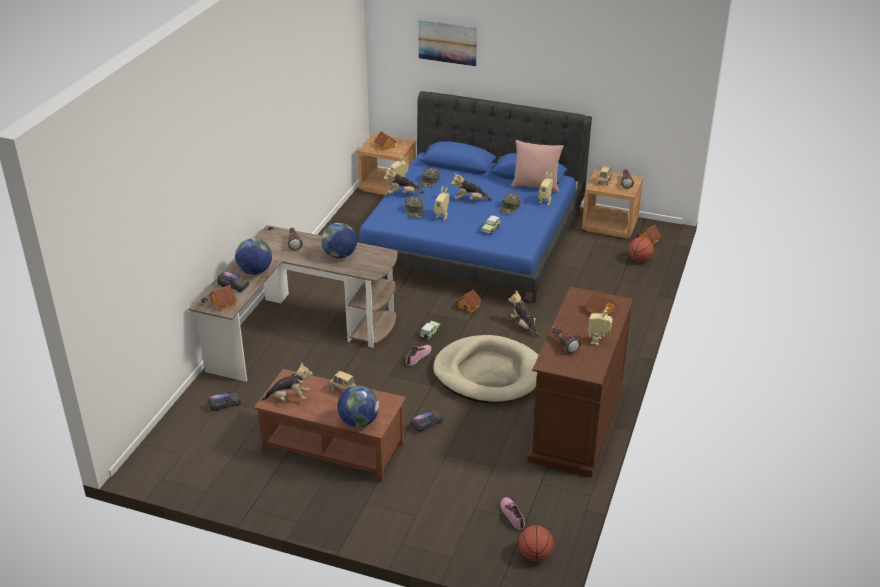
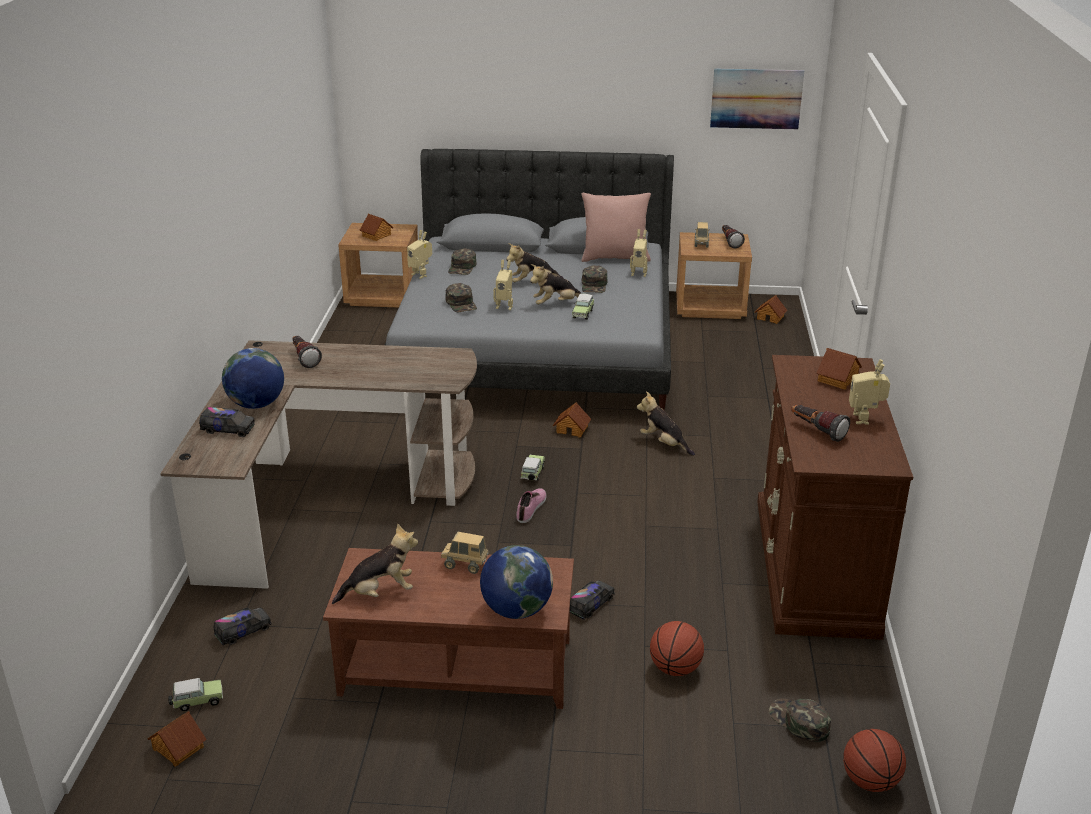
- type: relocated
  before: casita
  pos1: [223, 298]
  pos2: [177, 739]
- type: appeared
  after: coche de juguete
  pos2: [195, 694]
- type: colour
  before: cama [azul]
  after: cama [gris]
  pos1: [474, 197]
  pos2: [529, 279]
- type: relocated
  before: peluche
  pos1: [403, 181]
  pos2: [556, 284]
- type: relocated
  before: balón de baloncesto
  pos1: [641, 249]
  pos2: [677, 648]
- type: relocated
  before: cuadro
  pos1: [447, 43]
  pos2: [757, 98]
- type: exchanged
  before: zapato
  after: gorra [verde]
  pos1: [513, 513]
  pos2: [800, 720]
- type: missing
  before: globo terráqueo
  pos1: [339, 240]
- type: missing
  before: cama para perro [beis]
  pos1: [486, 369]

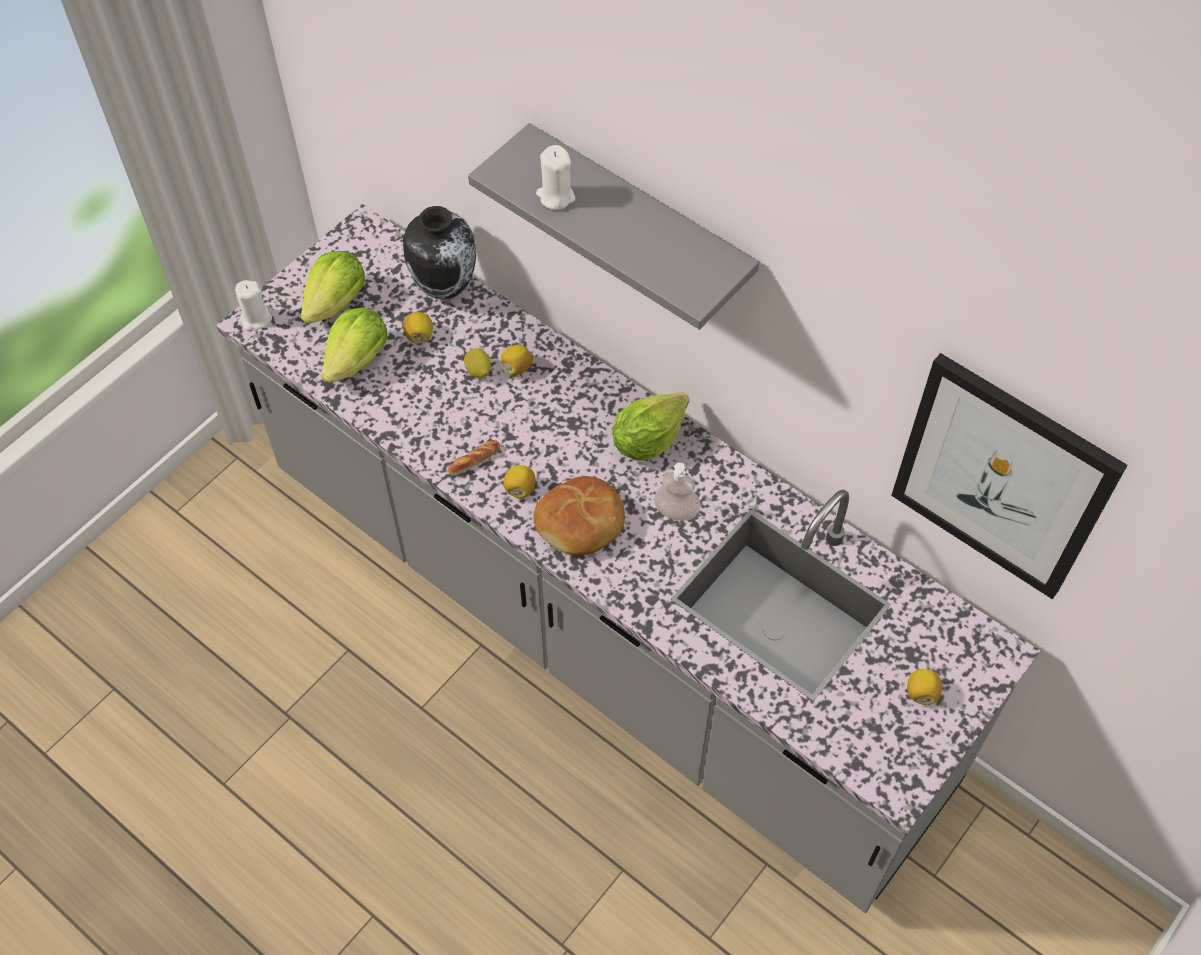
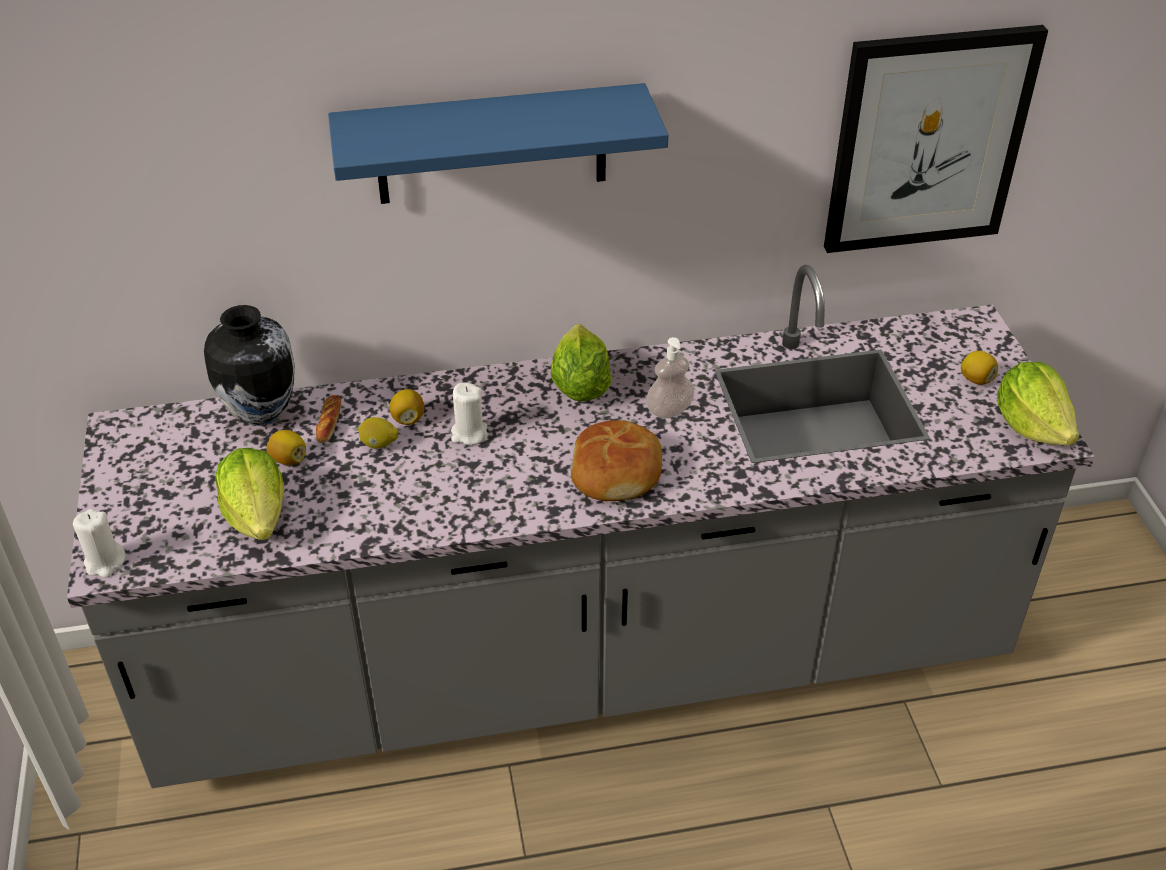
- type: relocated
  before: pan
  pos1: [474, 458]
  pos2: [328, 419]
- type: colour
  before: estante [gris]
  after: estante [azul]
  pos1: [613, 226]
  pos2: [498, 143]
- type: relocated
  before: vela [blanco]
  pos1: [555, 177]
  pos2: [469, 414]
- type: relocated
  before: lechuga
  pos1: [333, 287]
  pos2: [1038, 403]
- type: missing
  before: limón
  pos1: [520, 481]

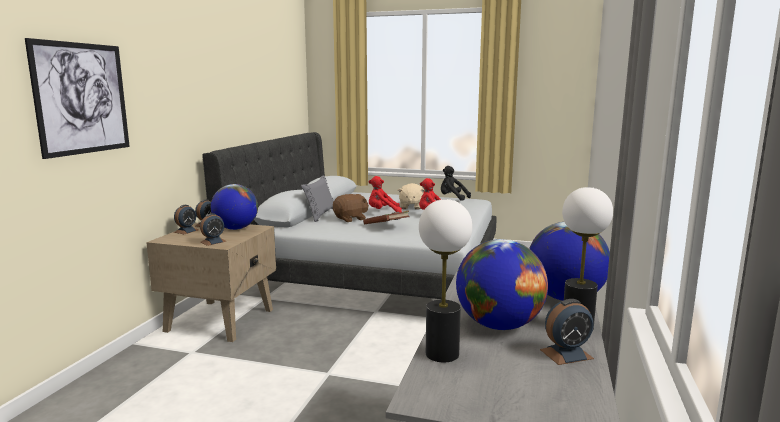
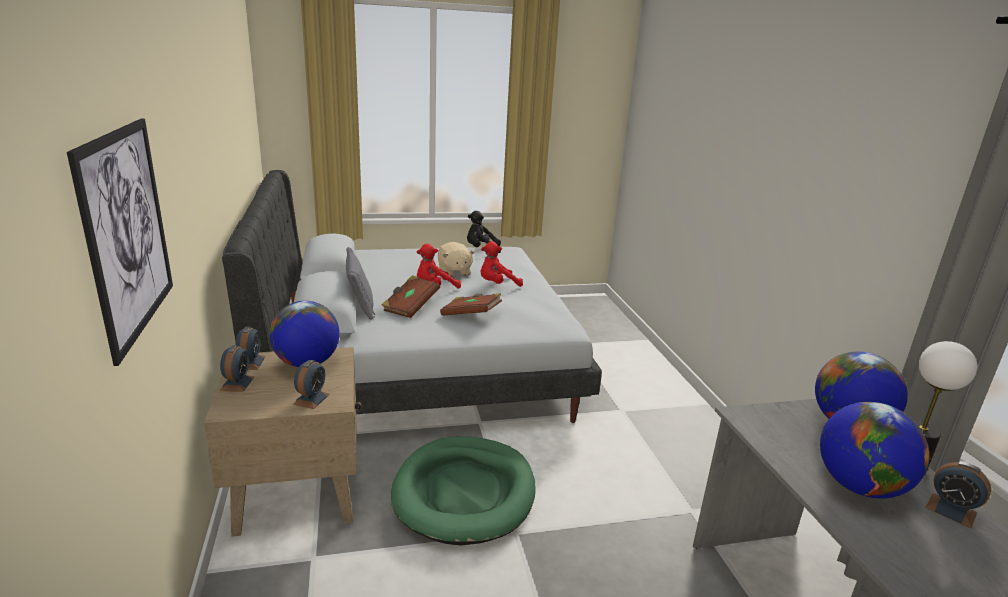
- type: exchanged
  before: peluche [marrón]
  after: libro [marrón]
  pos1: [351, 208]
  pos2: [411, 296]
- type: appeared
  after: cama para perro [verde]
  pos2: [463, 491]
- type: spun
  before: despertador
  pos1: [567, 332]
  pos2: [958, 494]
  turn: 90
- type: missing
  before: lámpara de mesa
  pos1: [445, 280]

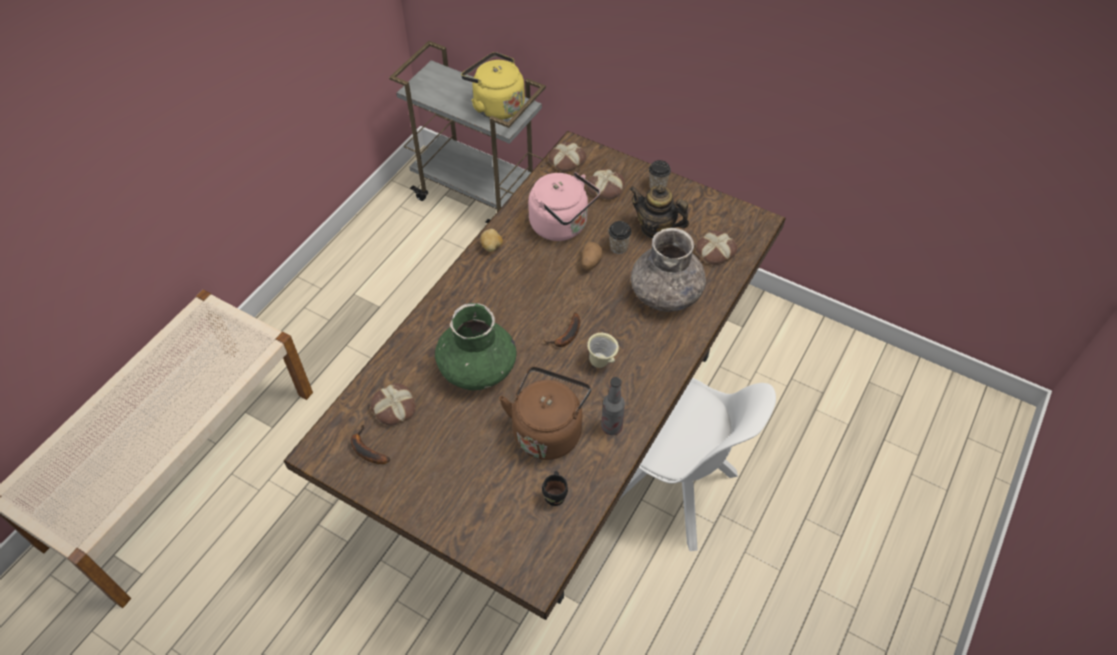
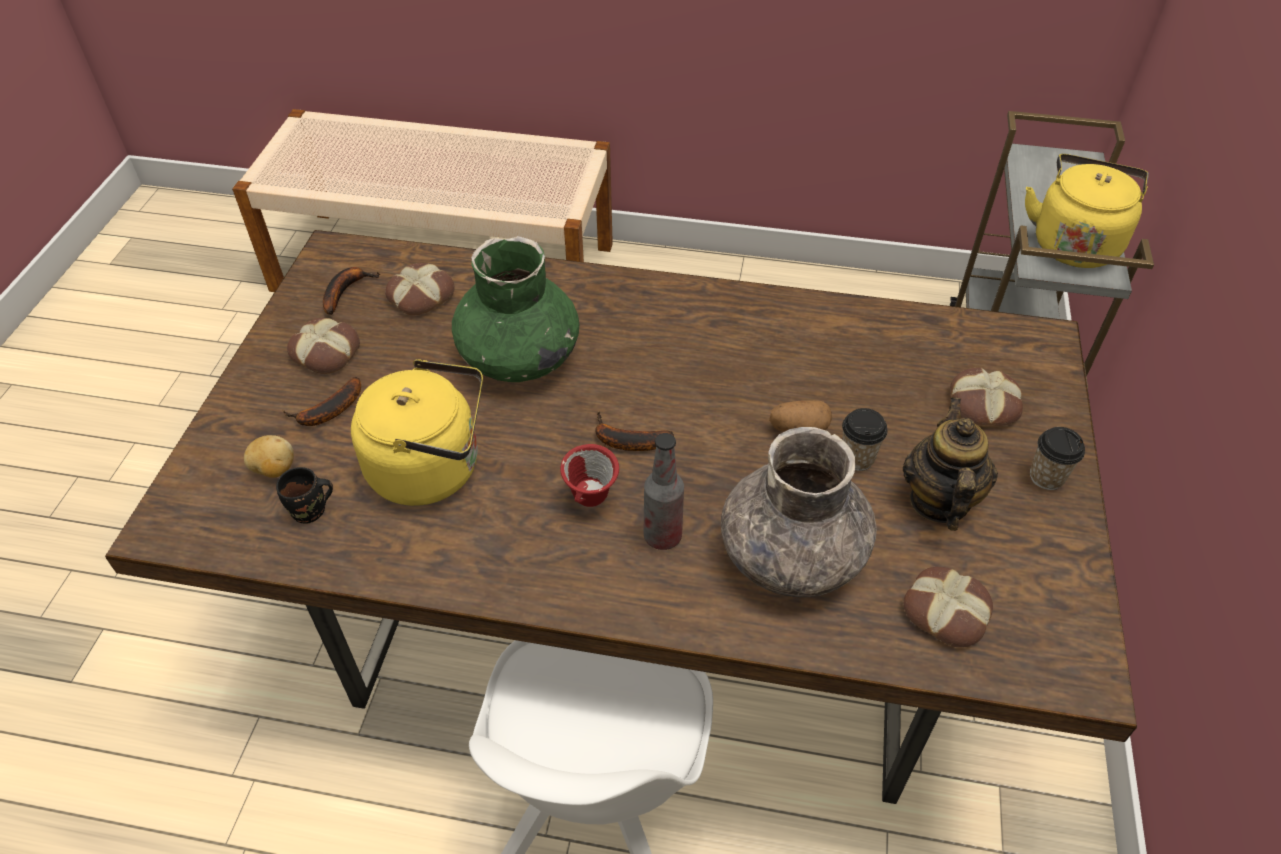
- type: relocated
  before: patata
  pos1: [491, 240]
  pos2: [269, 456]
- type: appeared
  after: plátano
  pos2: [322, 401]
- type: relocated
  before: pan
  pos1: [567, 157]
  pos2: [323, 346]
- type: colour
  before: hervidor [marrón]
  after: hervidor [amarillo]
  pos1: [545, 413]
  pos2: [417, 432]
- type: colour
  before: taza grande [beis]
  after: taza grande [rojo]
  pos1: [603, 350]
  pos2: [589, 475]
- type: relocated
  before: botella
  pos1: [613, 406]
  pos2: [664, 491]
- type: missing
  before: hervidor [rosa]
  pos1: [564, 206]

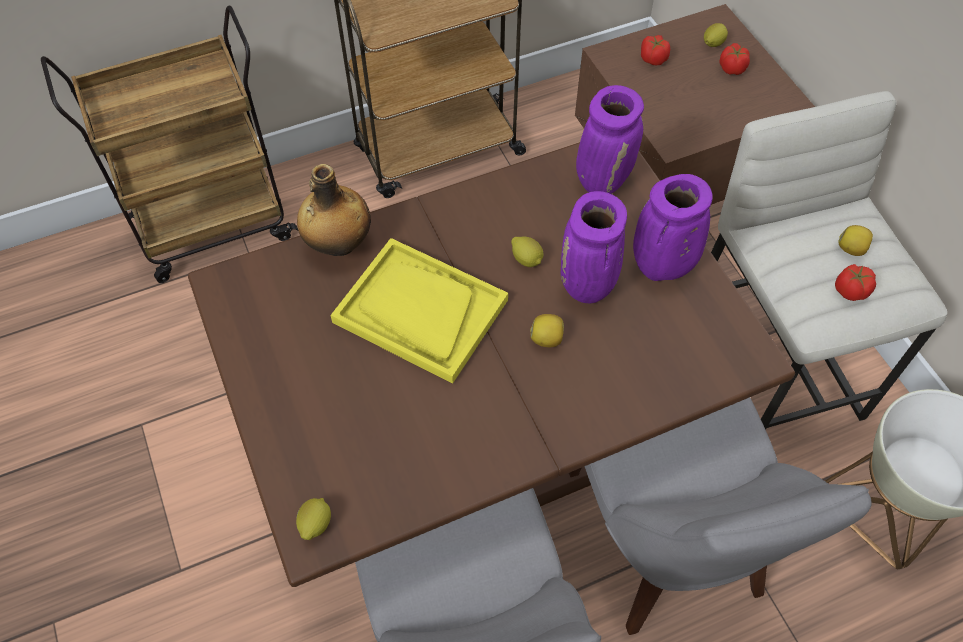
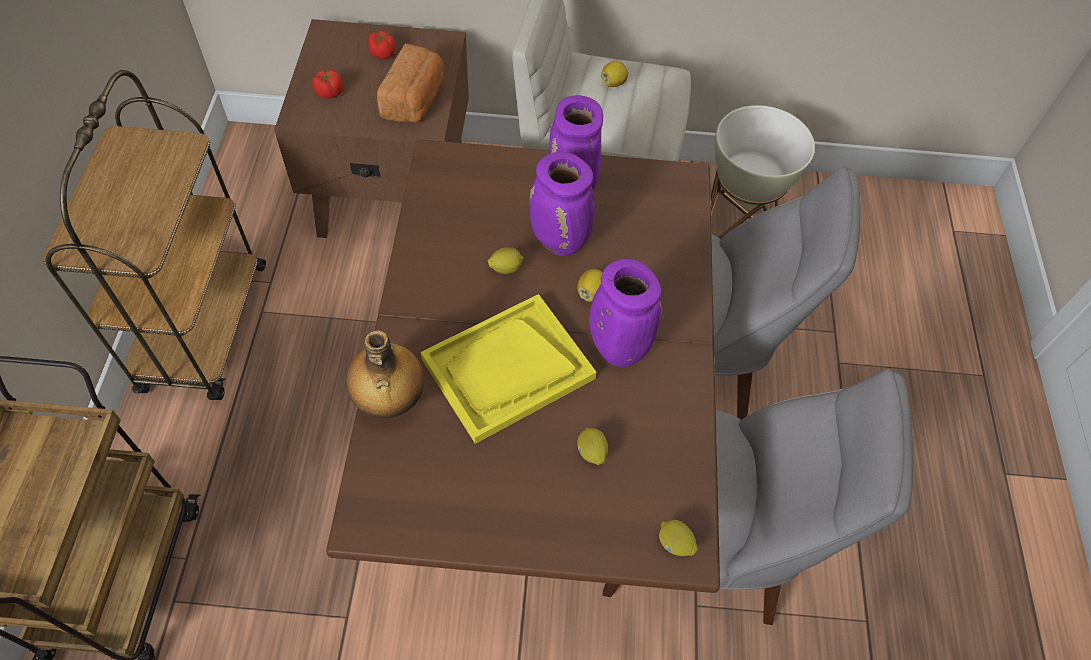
- type: appeared
  after: pan
  pos2: [410, 83]
- type: relocated
  before: limón
  pos1: [716, 35]
  pos2: [592, 446]
- type: relocated
  before: florero [morado]
  pos1: [610, 139]
  pos2: [625, 312]
- type: missing
  before: tomate
  pos1: [855, 282]

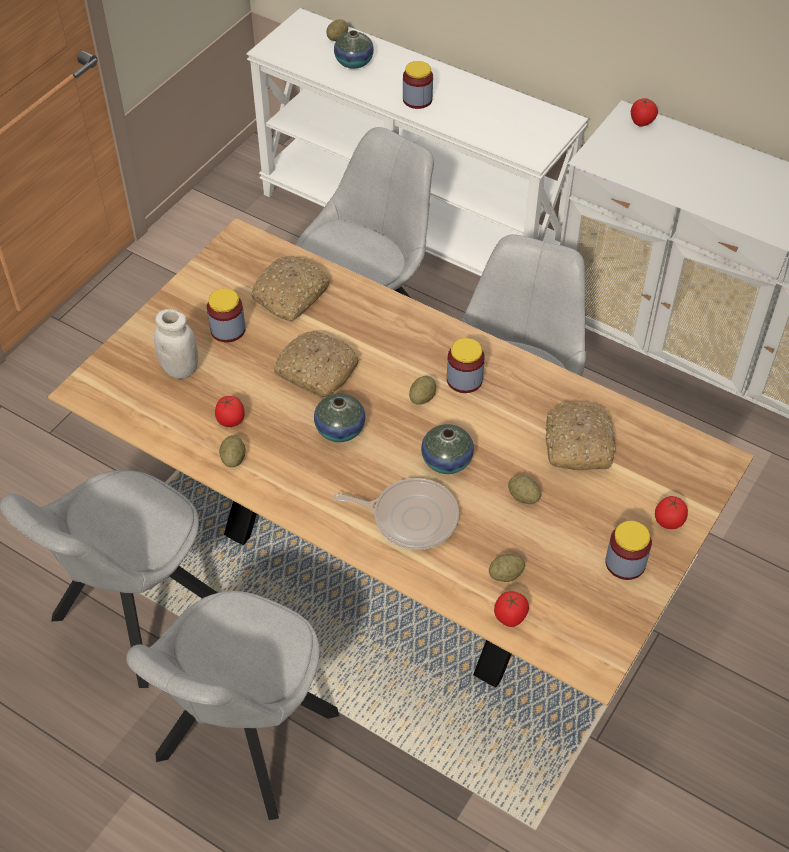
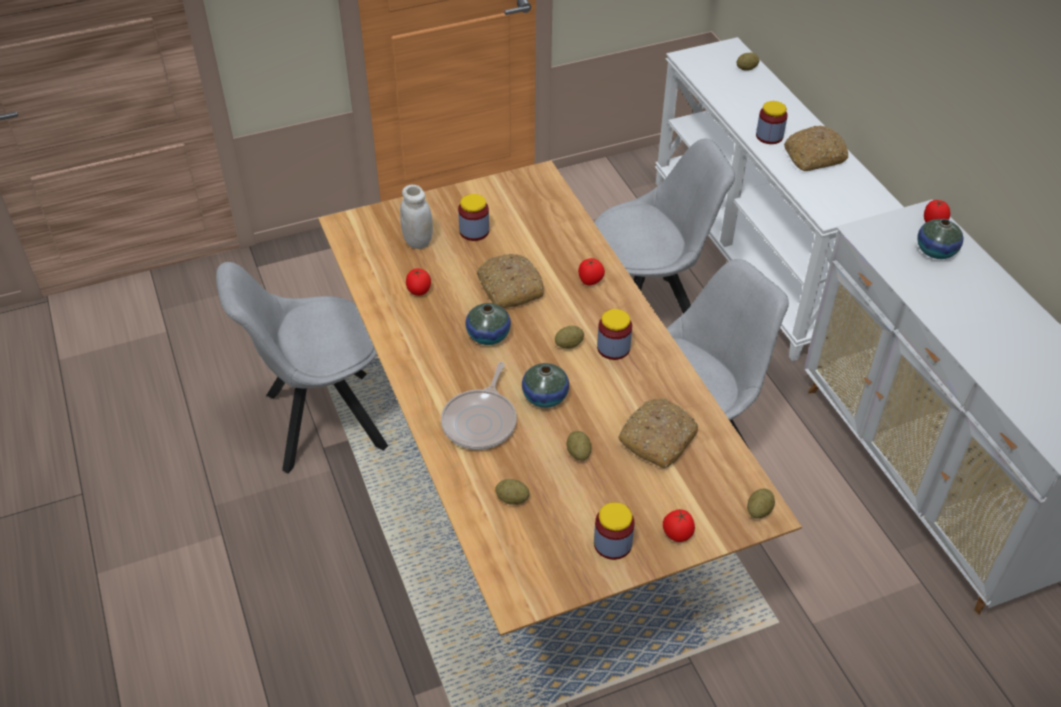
- type: spun
  before: sartén
  pos1: [396, 514]
  pos2: [479, 406]
  turn: 60
- type: relocated
  before: tomate
  pos1: [511, 609]
  pos2: [591, 272]
- type: relocated
  before: patata
  pos1: [232, 451]
  pos2: [761, 503]
- type: relocated
  before: pan
  pos1: [291, 288]
  pos2: [816, 148]
- type: relocated
  before: florero
  pos1: [354, 49]
  pos2: [940, 239]
- type: missing
  before: silla [gris]
  pos1: [232, 705]

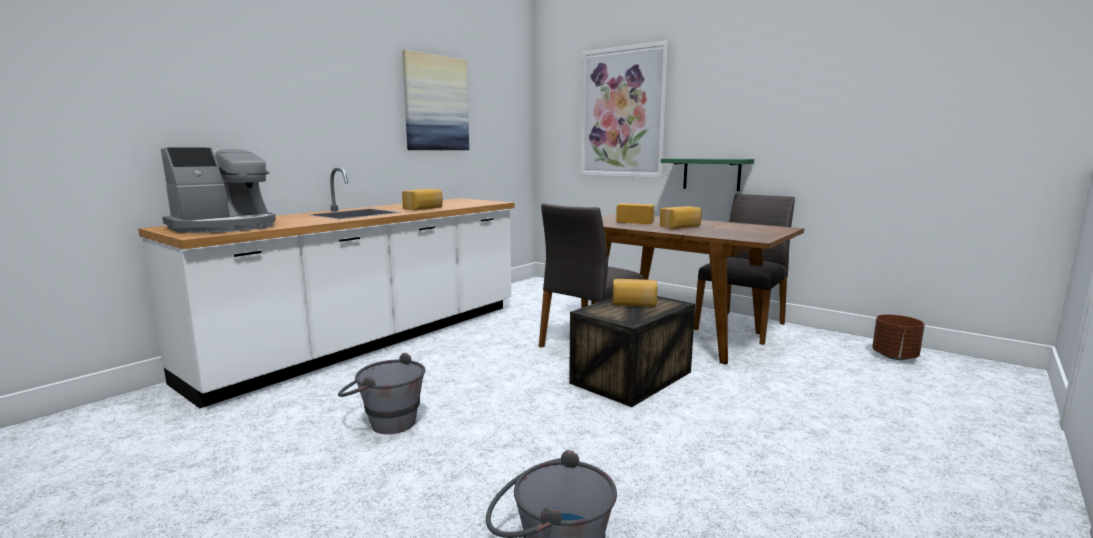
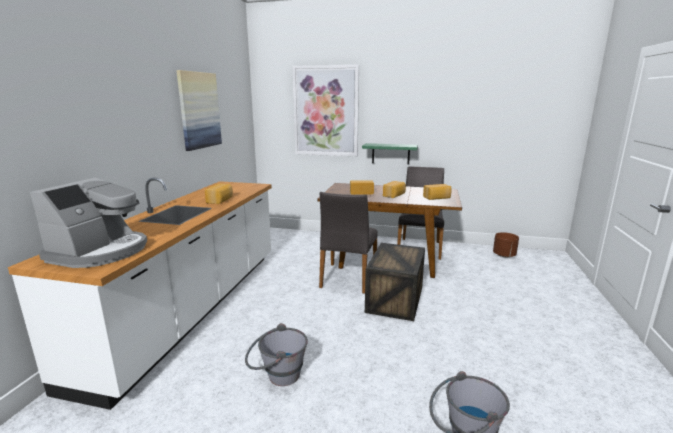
- type: relocated
  before: pan
  pos1: [635, 293]
  pos2: [437, 192]

